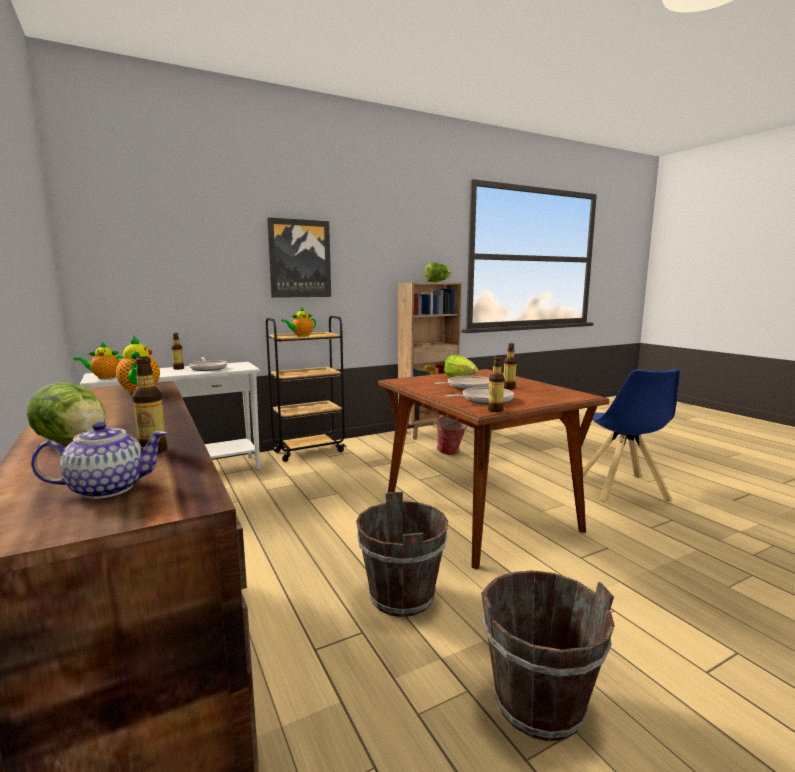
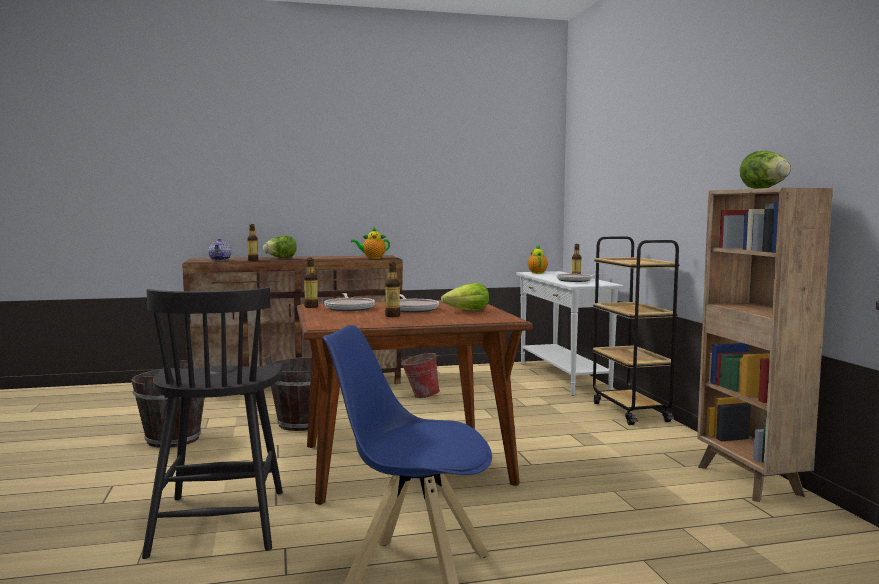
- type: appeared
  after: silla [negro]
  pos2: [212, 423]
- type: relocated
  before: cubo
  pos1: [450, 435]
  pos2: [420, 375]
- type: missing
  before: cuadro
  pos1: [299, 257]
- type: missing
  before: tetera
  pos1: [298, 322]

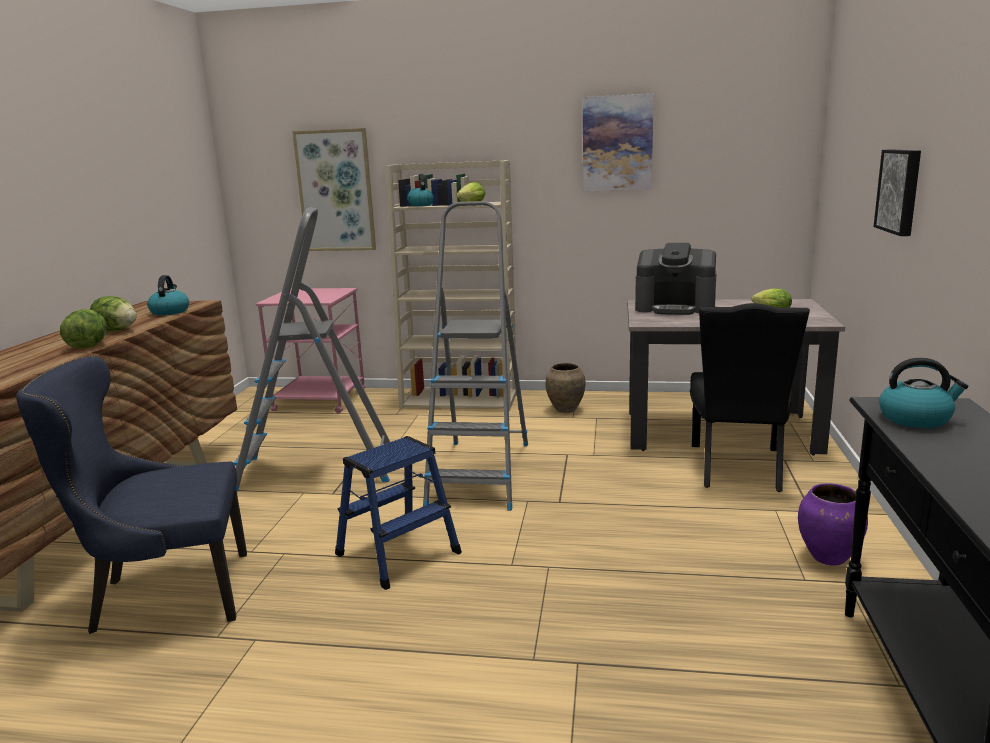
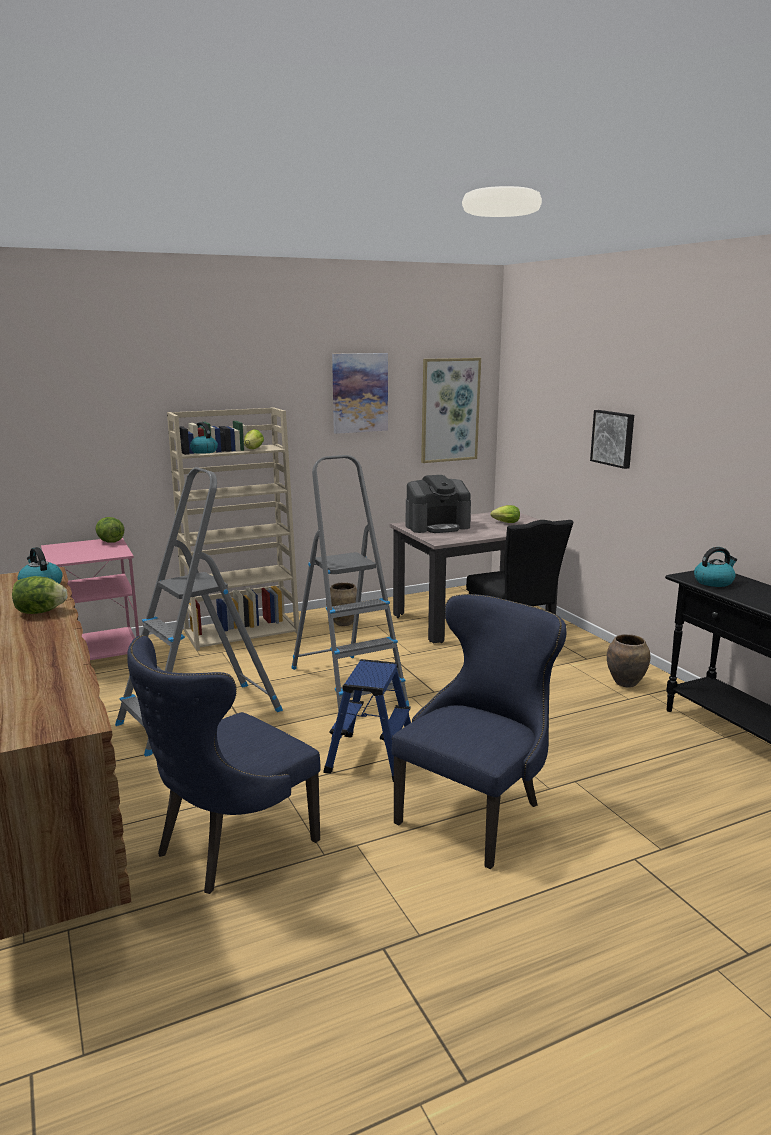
- type: relocated
  before: lechuga
  pos1: [83, 329]
  pos2: [110, 530]
- type: appeared
  after: silla [azul]
  pos2: [479, 731]
- type: relocated
  before: cuadro
  pos1: [334, 189]
  pos2: [451, 410]
- type: colour
  before: florero [morado]
  after: florero [marrón]
  pos1: [833, 524]
  pos2: [628, 661]

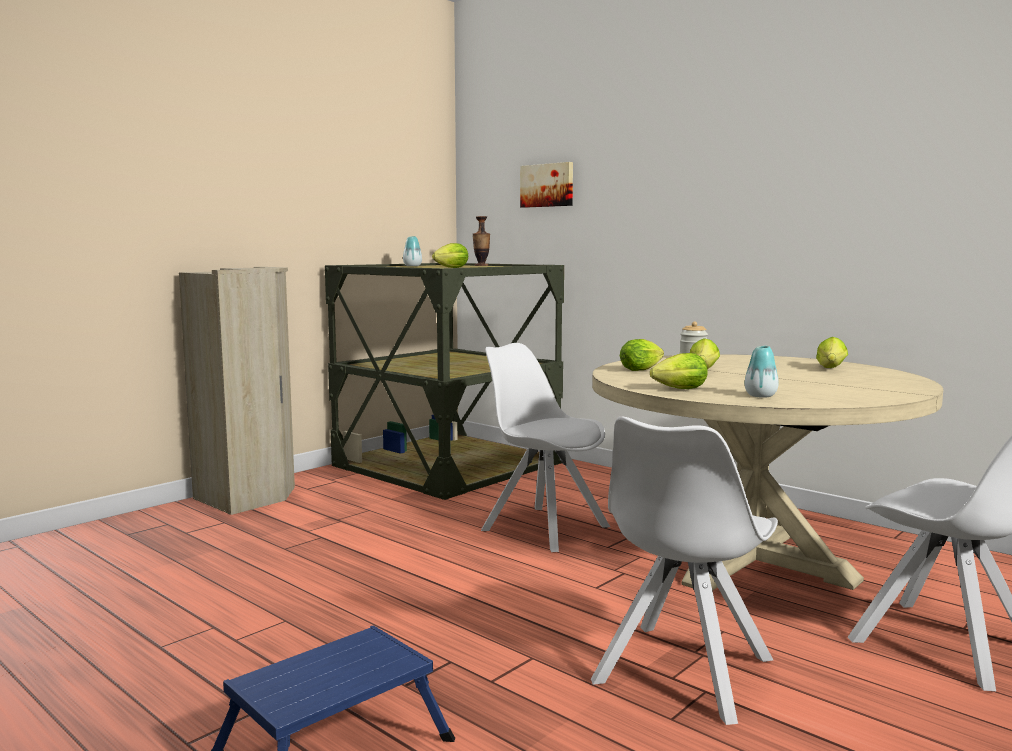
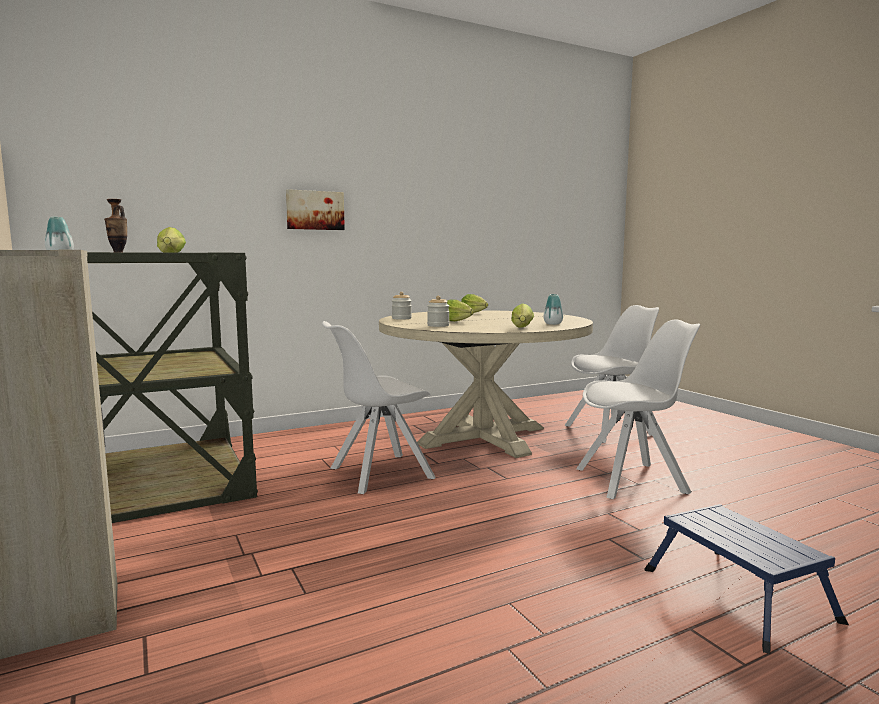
- type: relocated
  before: cuadro
  pos1: [546, 185]
  pos2: [315, 209]
- type: exchanged
  before: lechuga
  after: tarro
  pos1: [642, 355]
  pos2: [438, 311]
- type: spun
  before: silla [blanco]
  pos1: [684, 571]
  pos2: [638, 409]
  turn: -60

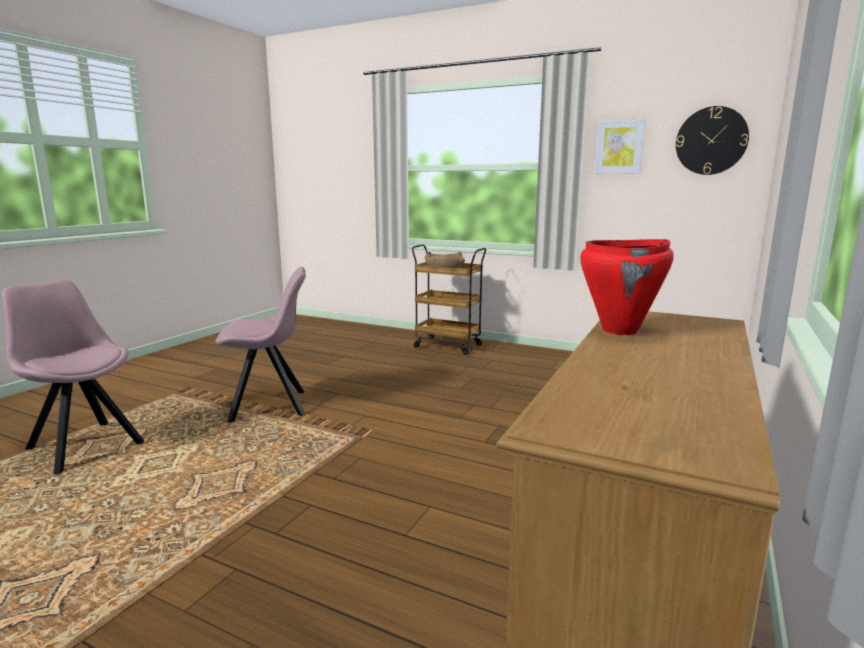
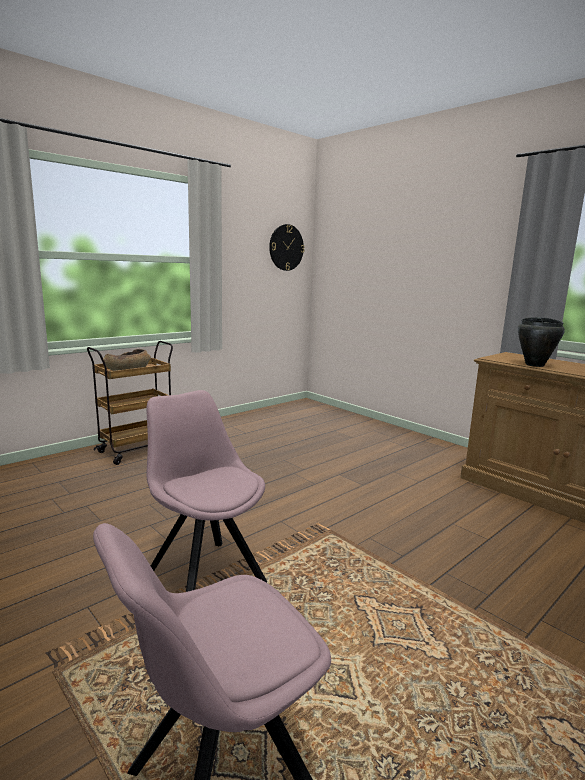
- type: spun
  before: silla [rosa]
  pos1: [261, 345]
  pos2: [206, 491]
  turn: -45
- type: colour
  before: olla [rojo]
  after: olla [negro]
  pos1: [627, 287]
  pos2: [541, 342]
- type: missing
  before: cuadro
  pos1: [619, 146]

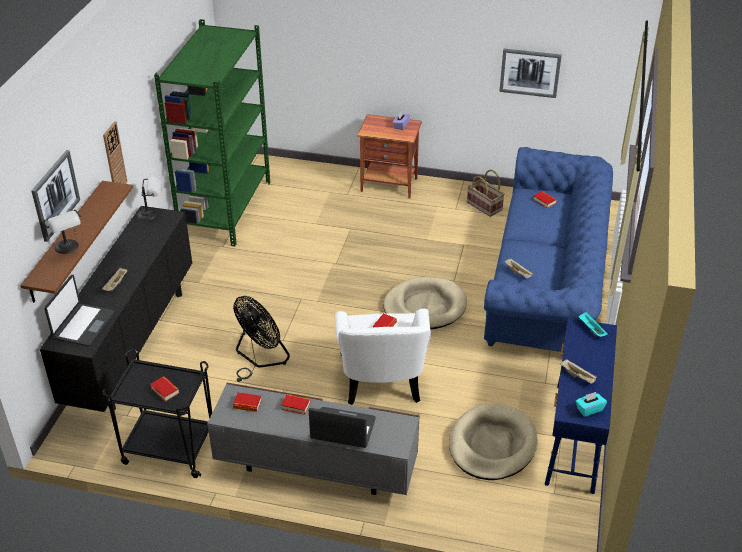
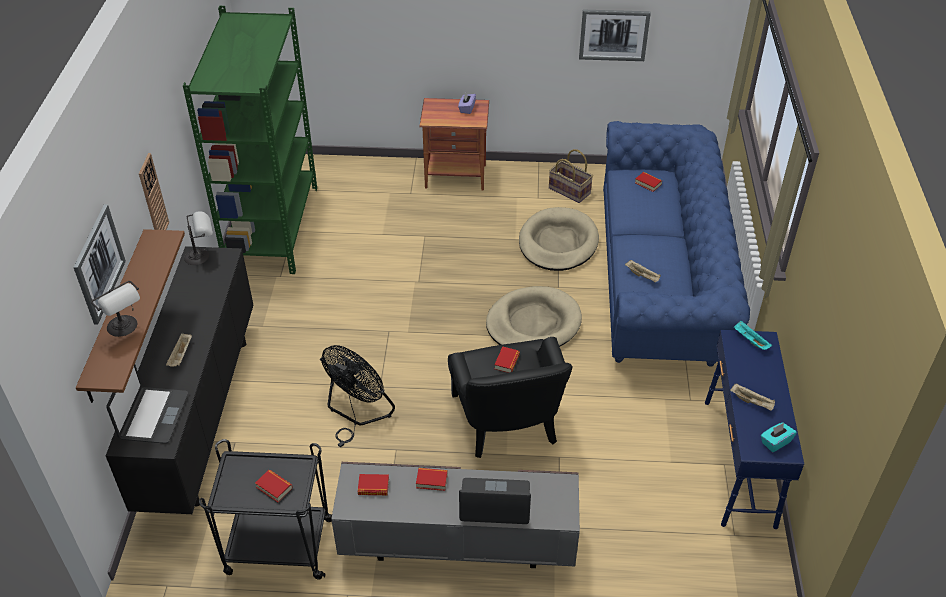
- type: colour
  before: sillón [blanco]
  after: sillón [negro]
  pos1: [382, 357]
  pos2: [510, 397]
- type: relocated
  before: cama para perro [beis]
  pos1: [493, 441]
  pos2: [559, 239]

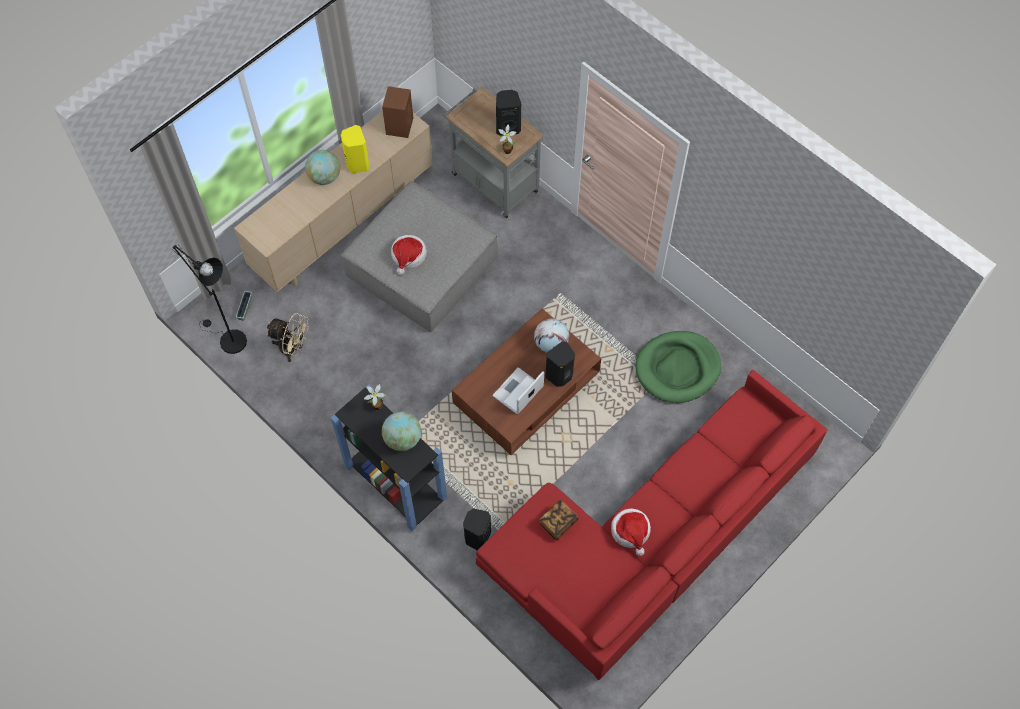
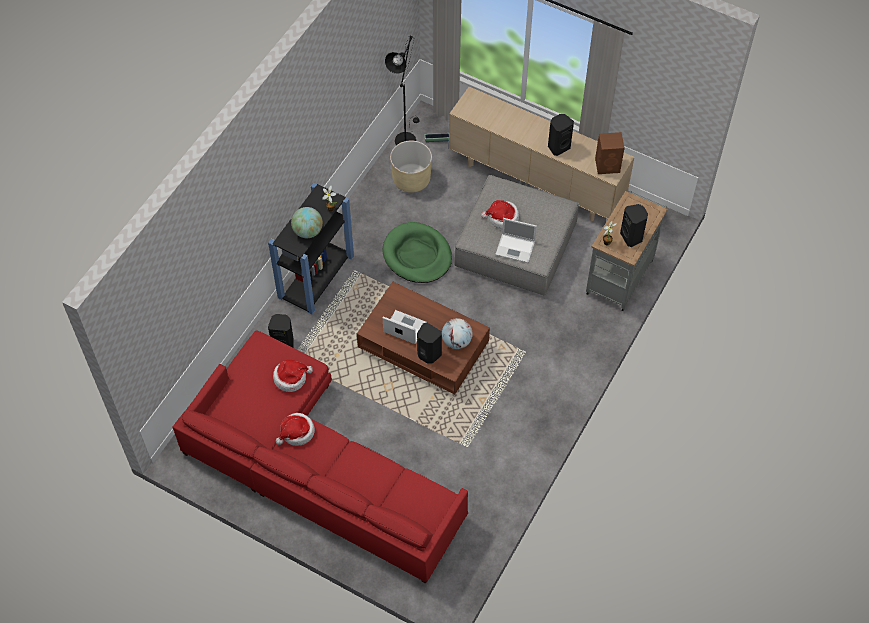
- type: exchanged
  before: libro
  after: sombrero
  pos1: [558, 520]
  pos2: [293, 376]
- type: relocated
  before: cama para perro [verde]
  pos1: [678, 367]
  pos2: [417, 252]
- type: exchanged
  before: ventilador [beis]
  after: maceta [beis]
  pos1: [287, 337]
  pos2: [411, 167]
- type: appeared
  after: portátil
  pos2: [516, 240]
- type: colour
  before: altavoz [amarillo]
  after: altavoz [negro]
  pos1: [355, 149]
  pos2: [561, 135]
- type: missing
  before: globo terráqueo
  pos1: [322, 167]

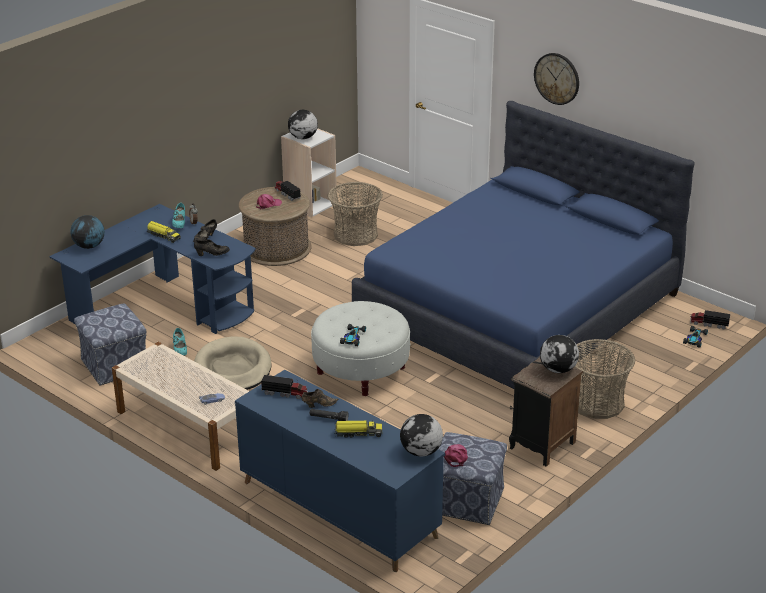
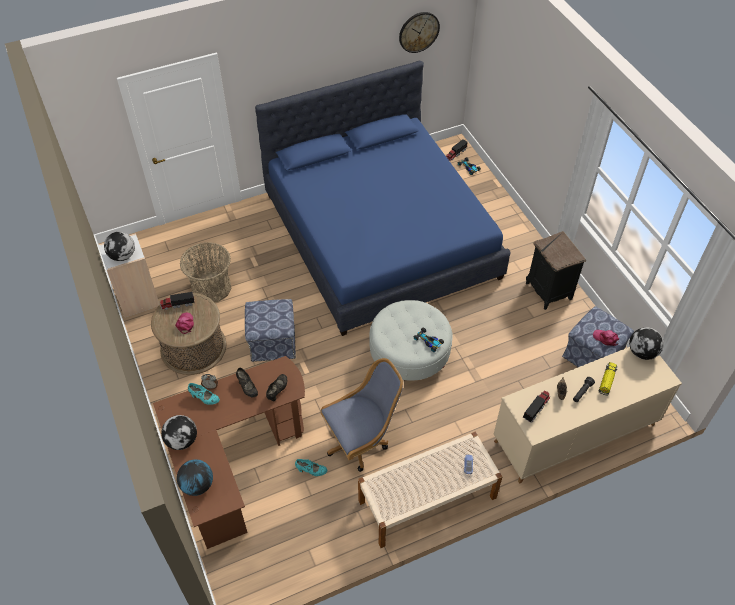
- type: colour
  before: escritorio [azul]
  after: escritorio [marrón]
  pos1: [152, 269]
  pos2: [229, 452]
- type: relocated
  before: globo terráqueo
  pos1: [559, 354]
  pos2: [179, 432]
- type: relocated
  before: puf
  pos1: [111, 344]
  pos2: [270, 330]
- type: exchanged
  before: cama para perro [beis]
  after: silla de oficina [azul]
  pos1: [232, 363]
  pos2: [362, 415]
- type: relocated
  before: reloj de pared
  pos1: [556, 79]
  pos2: [419, 32]
- type: colour
  before: cómoda [azul]
  after: cómoda [beis]
  pos1: [340, 471]
  pos2: [588, 415]
- type: missing
  before: camión de juguete
  pos1: [164, 232]
- type: missing
  before: cesta
  pos1: [605, 379]

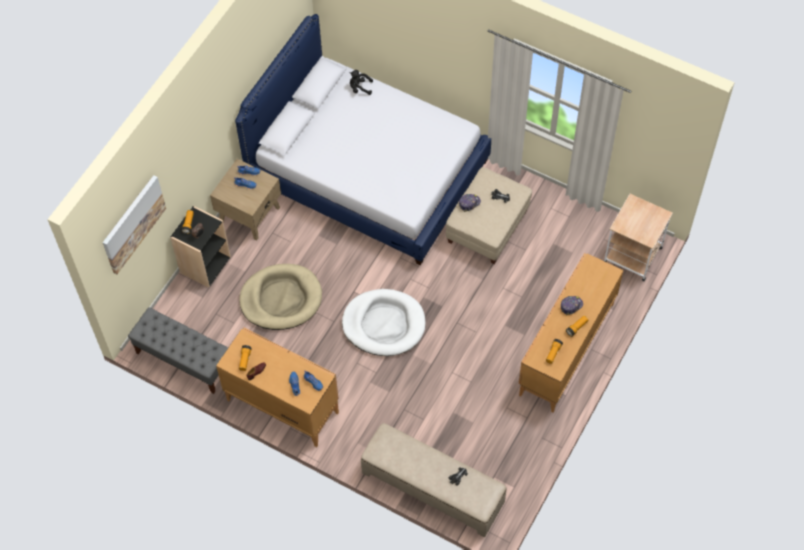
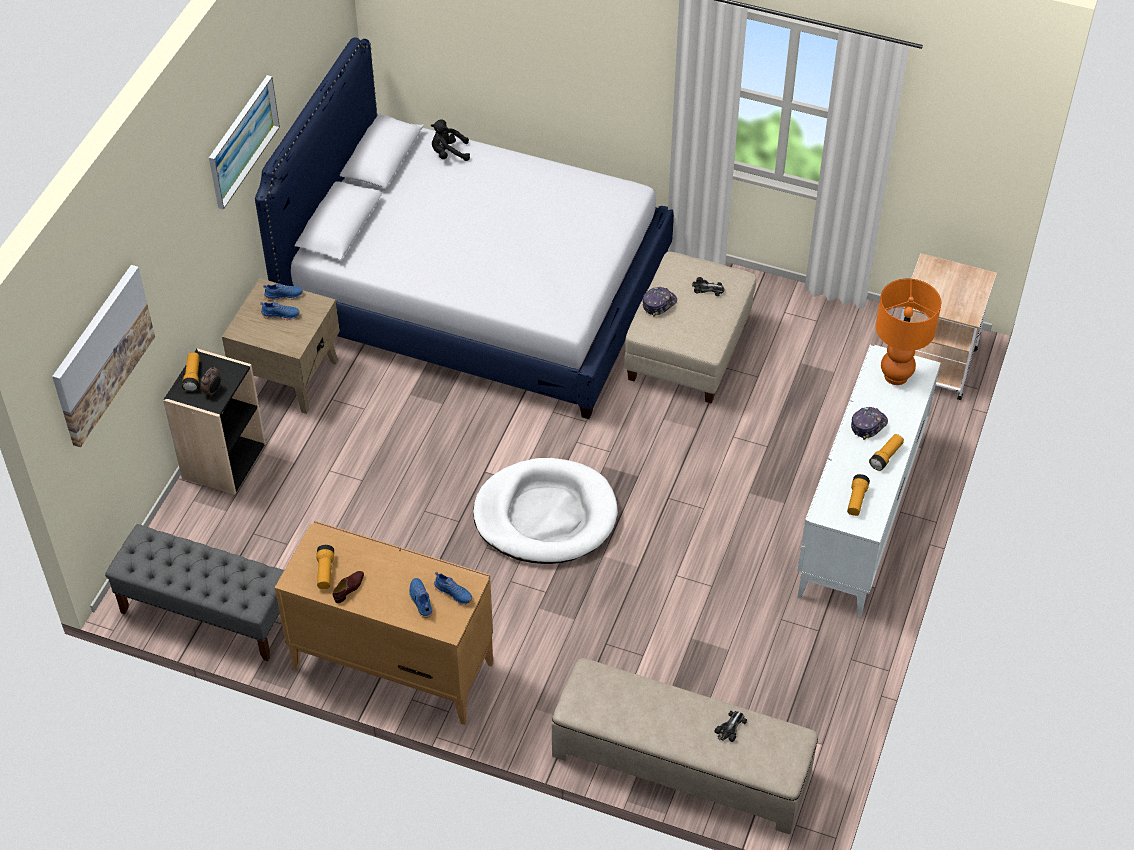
- type: appeared
  after: cuadro
  pos2: [244, 142]
- type: colour
  before: cómoda [marrón]
  after: cómoda [blanco]
  pos1: [571, 332]
  pos2: [869, 481]
- type: appeared
  after: lámpara de mesa [naranja]
  pos2: [908, 332]
- type: missing
  before: cama para perro [beis]
  pos1: [280, 297]

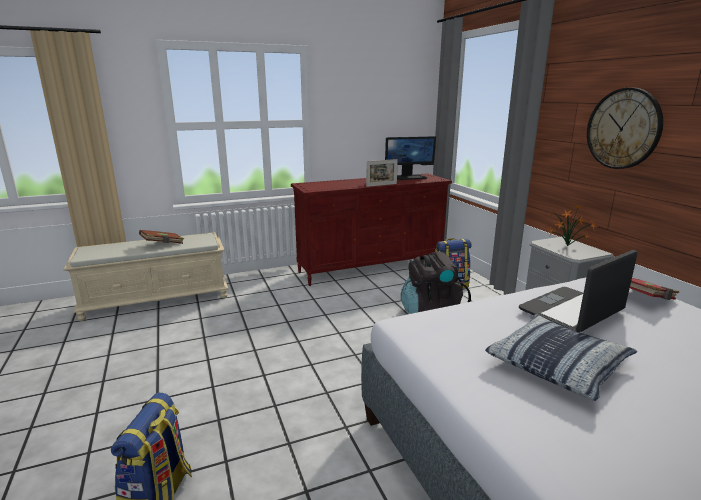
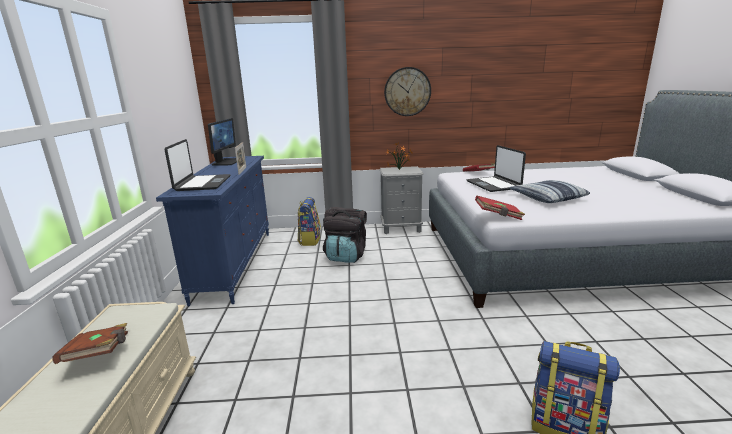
- type: colour
  before: cómoda [rojo]
  after: cómoda [azul]
  pos1: [371, 229]
  pos2: [212, 231]
- type: appeared
  after: portátil
  pos2: [197, 165]
- type: appeared
  after: libro [rojo]
  pos2: [500, 208]

